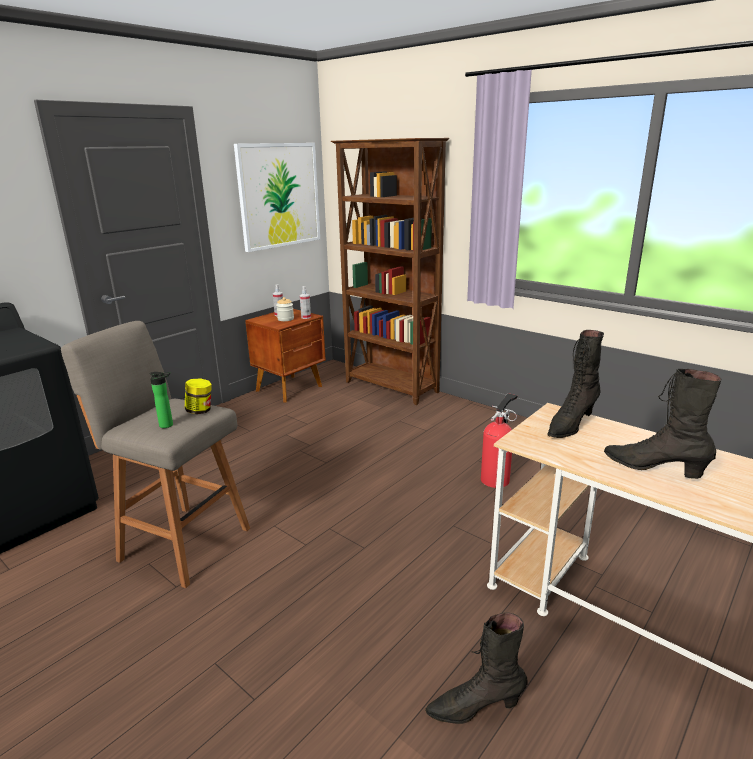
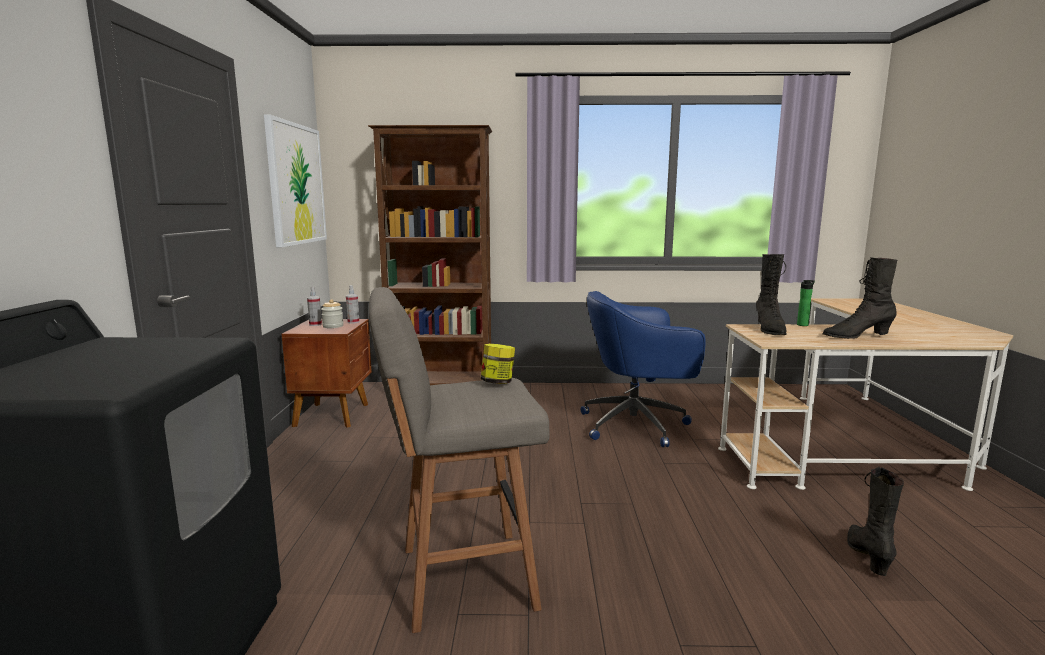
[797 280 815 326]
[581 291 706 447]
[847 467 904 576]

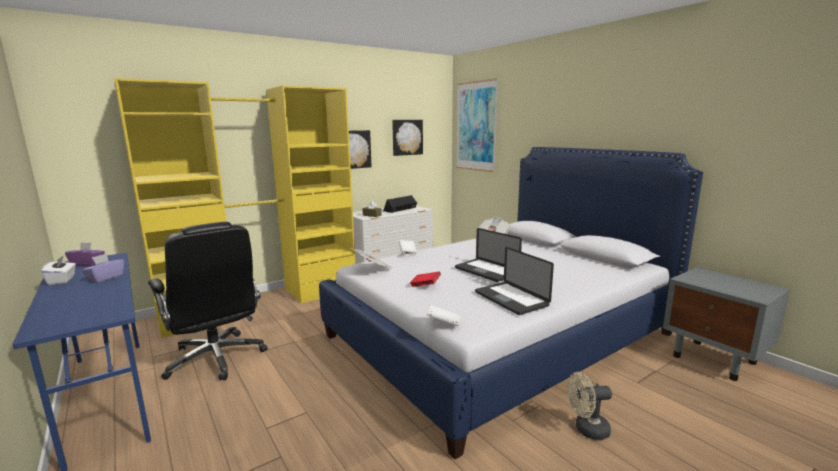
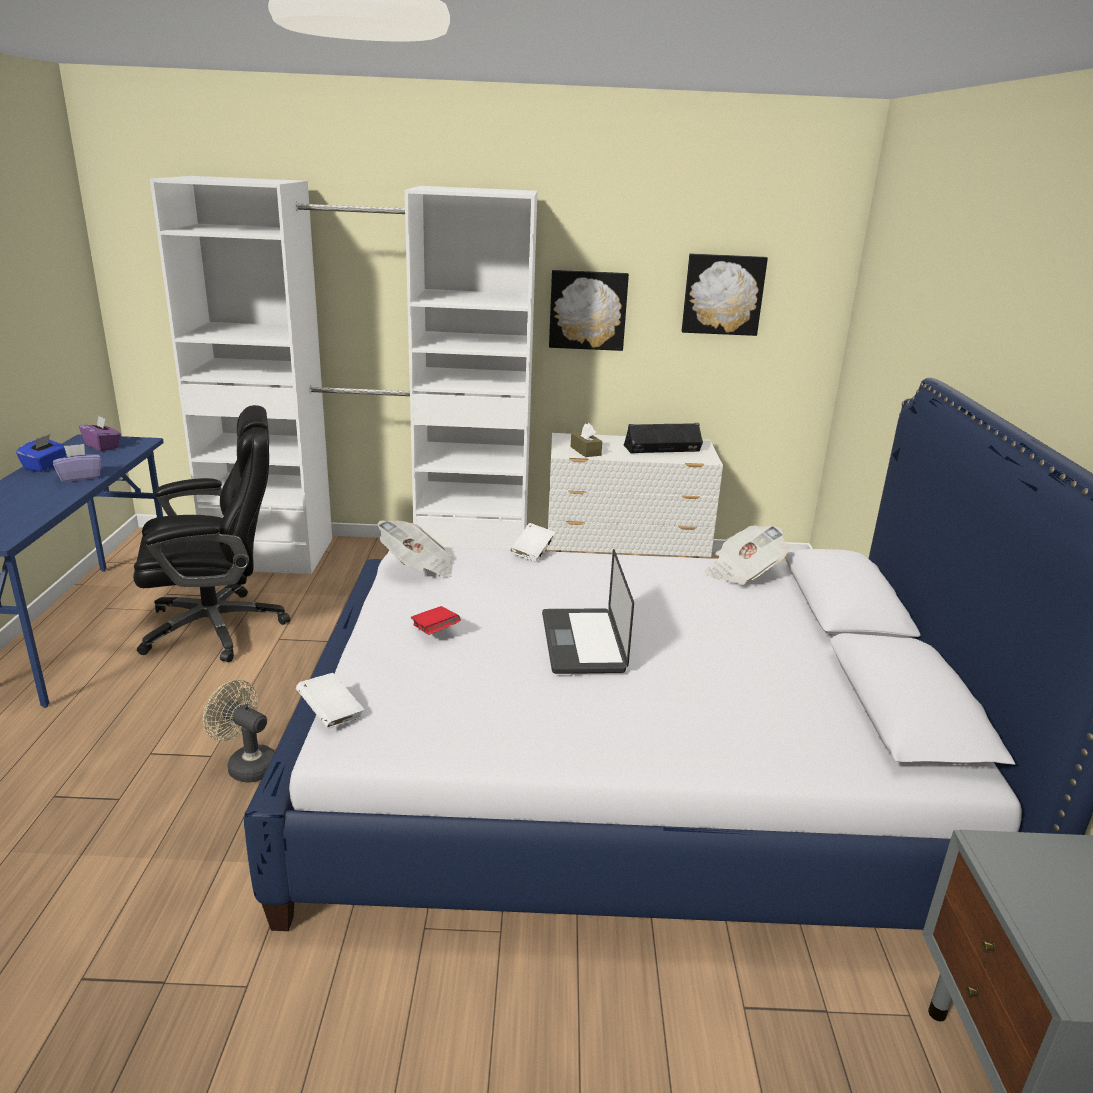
[150 176 538 574]
[456 78 499 172] (first image)
[133 405 291 663]
[475 247 554 315] (first image)
[16 434 66 472]
[203 680 275 783]

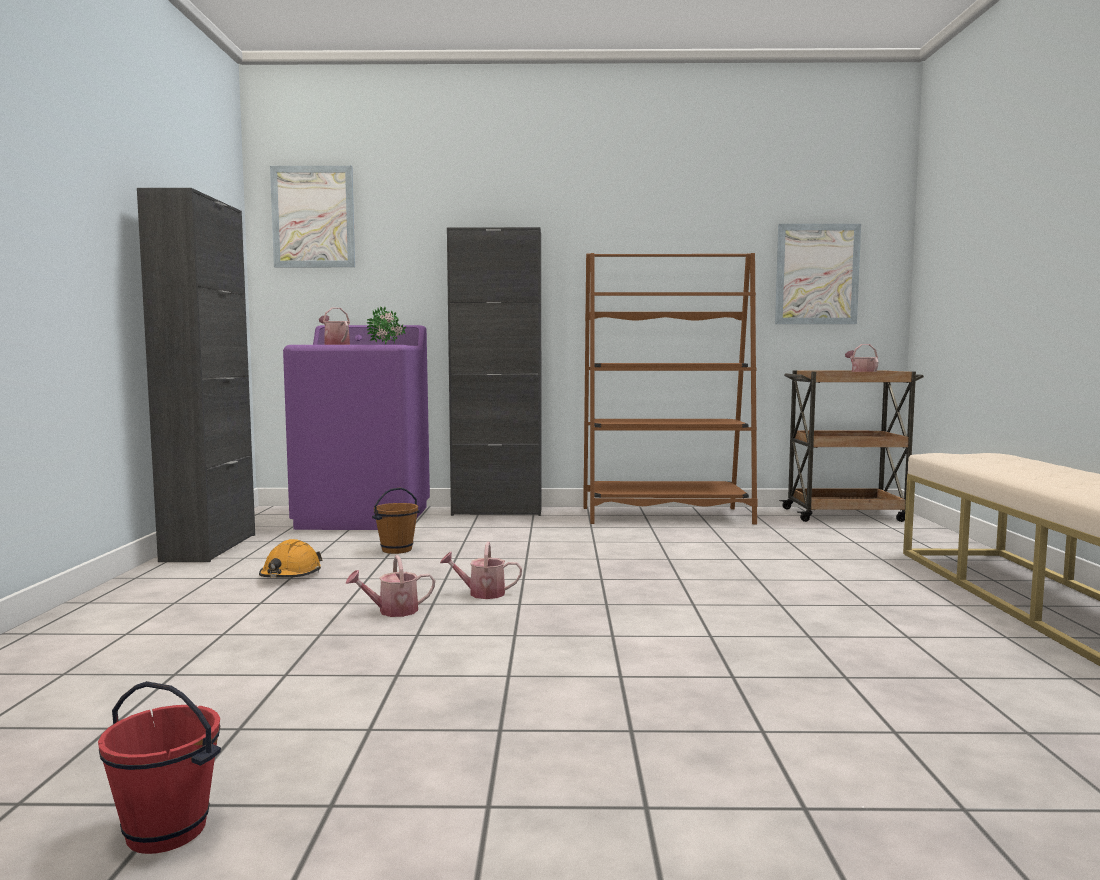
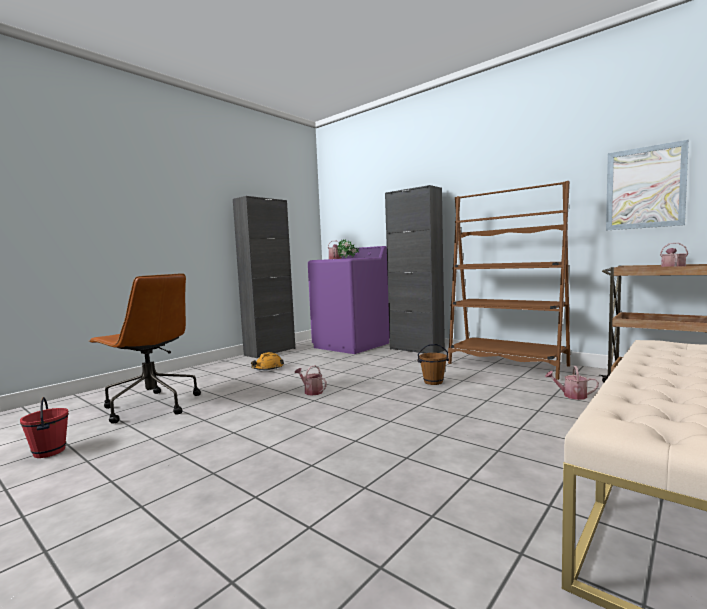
[270 166 355 267] (first image)
[417 344 449 385]
[545 366 599 400]
[88 273 201 424]

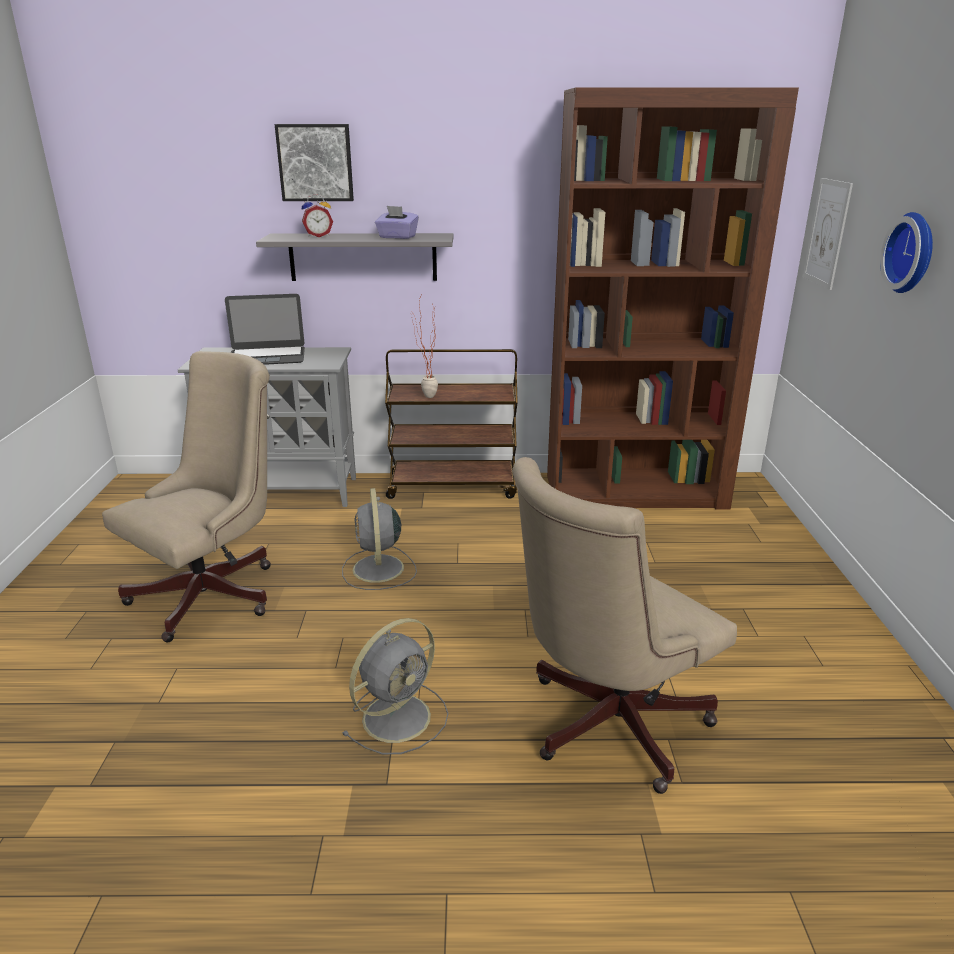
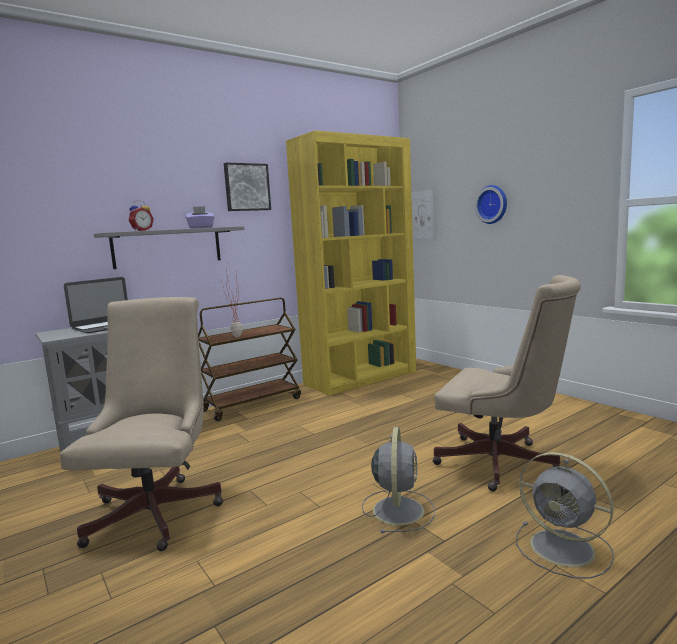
[286 130 416 396]
[224 163 271 211]
[433 275 581 491]
[516 452 614 579]

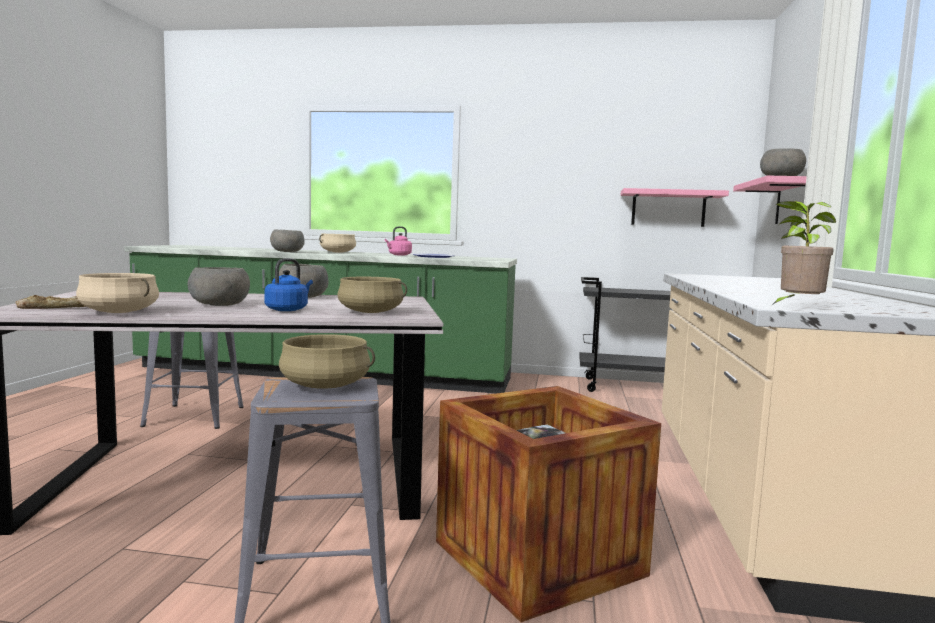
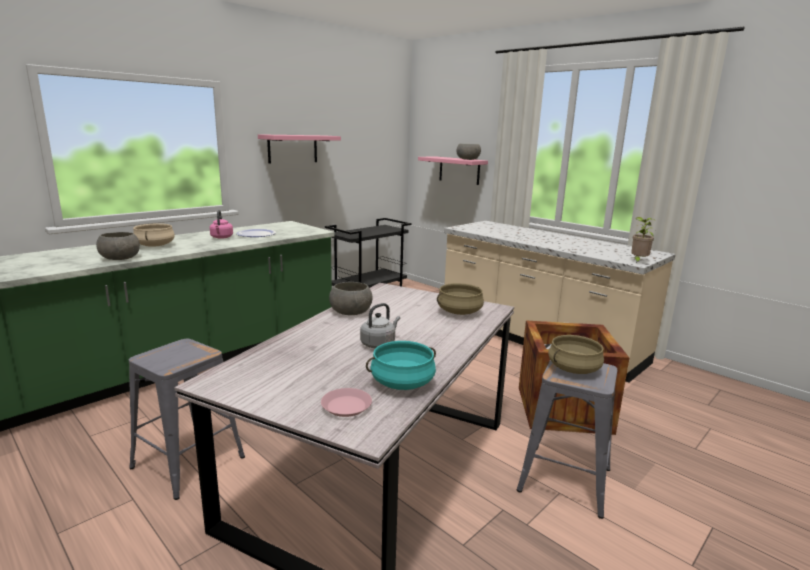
[258 134 341 164]
[264 258 313 311] (first image)
[360 303 400 349]
[366 341 436 390]
[321 388 372 417]

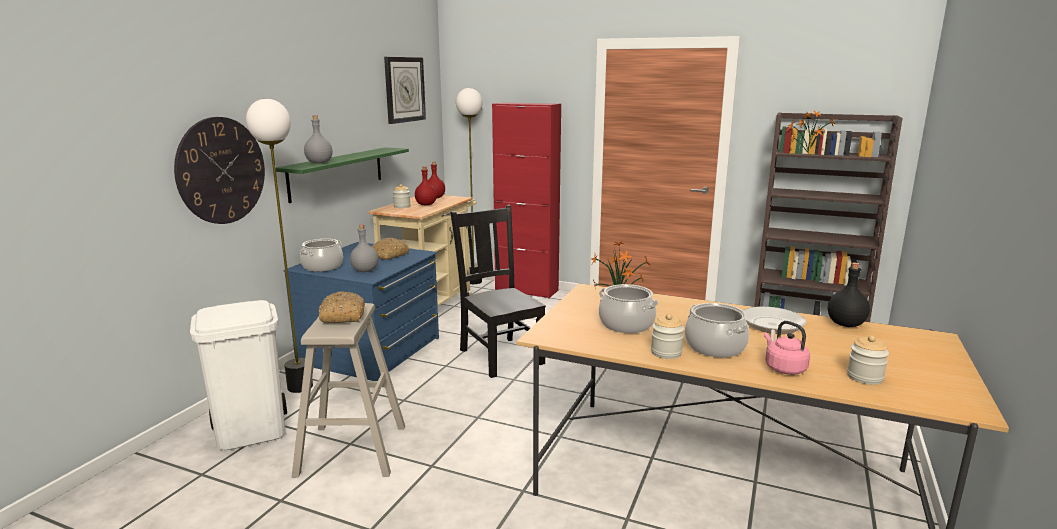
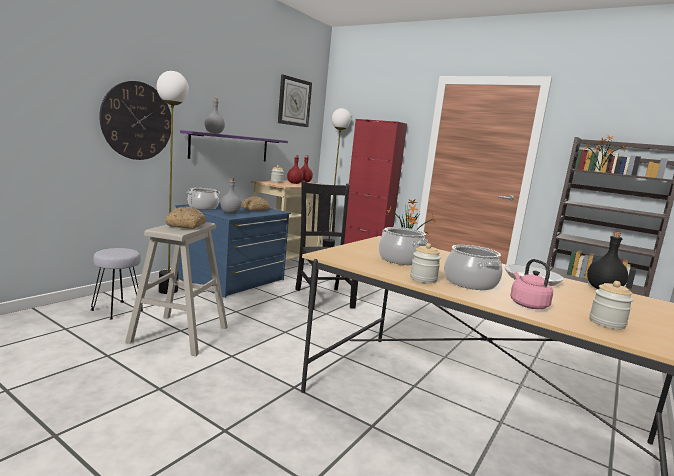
[180 130 288 161]
[91 248 143 320]

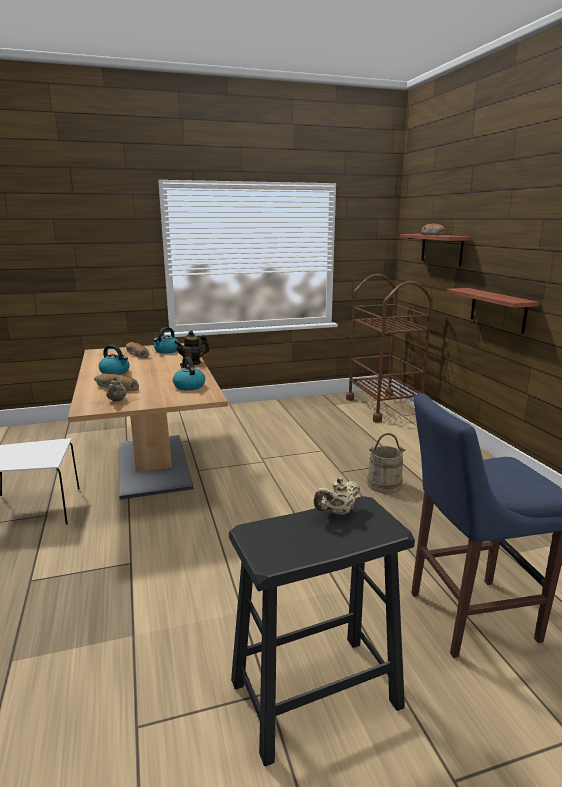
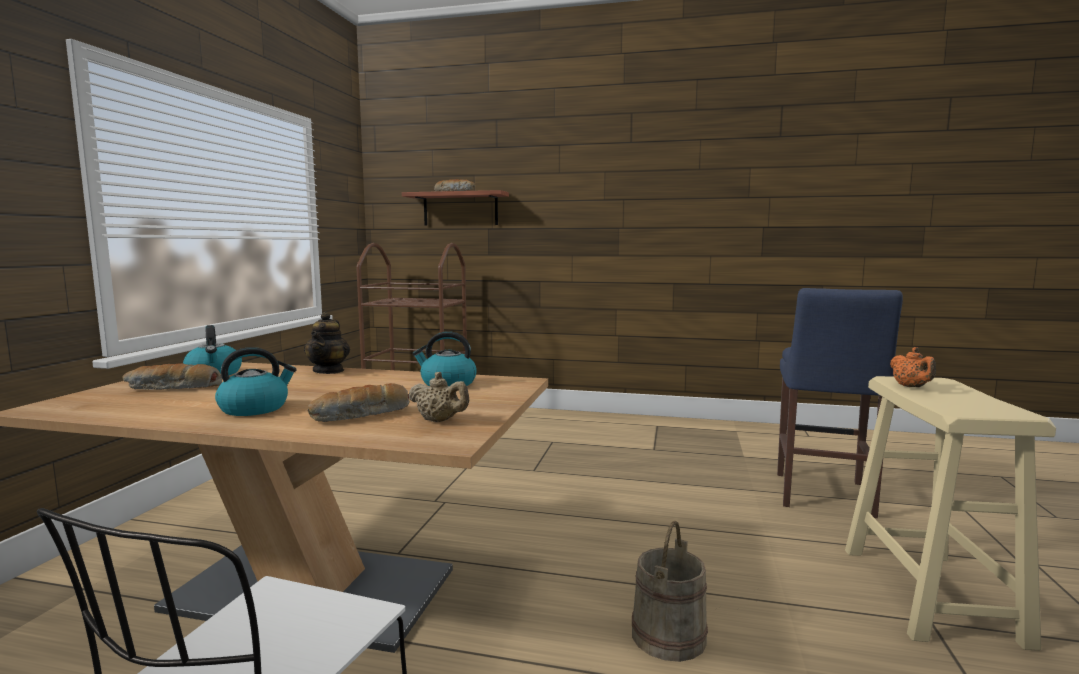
[446 288 539 334] (first image)
[632 521 708 662]
[890 347 936 387]
[845 376 1056 651]

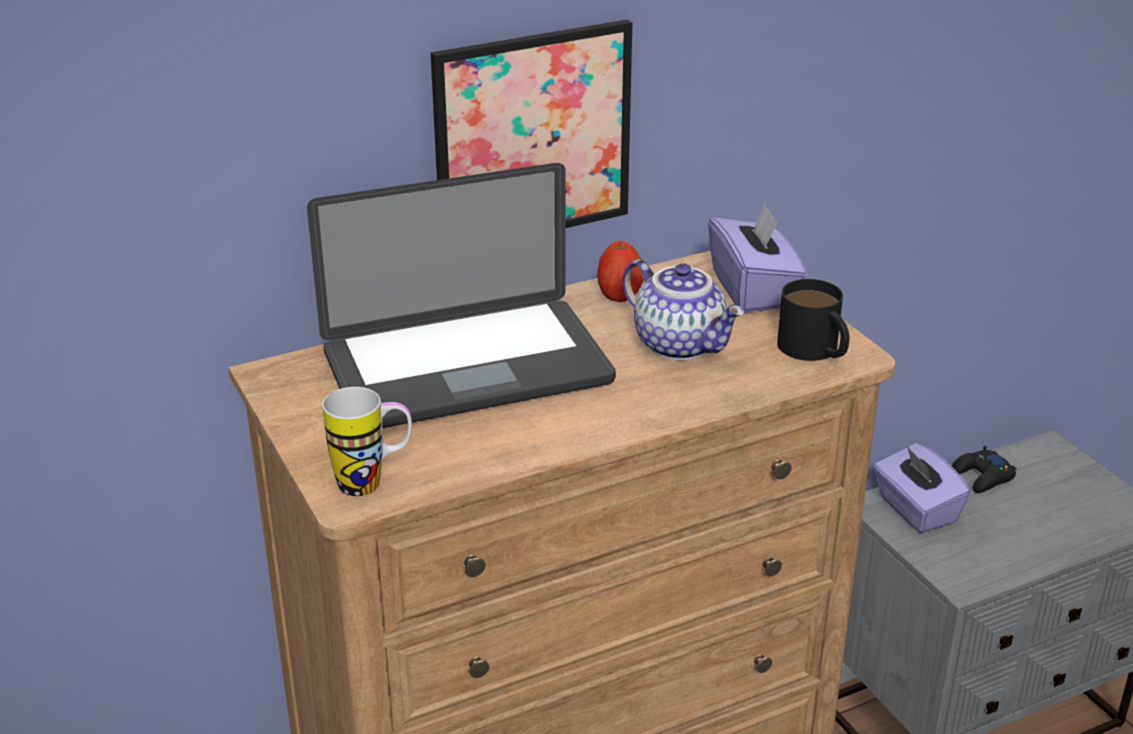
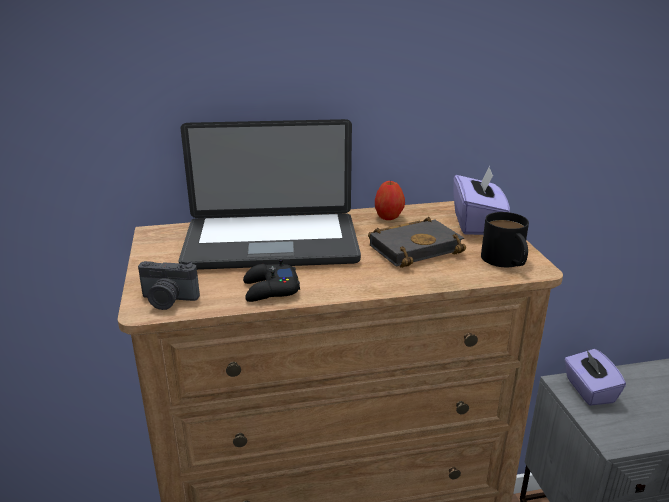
[431 19 632 228] (first image)
[368 217 466 268]
[138 260 200 310]
[243 259 300 302]

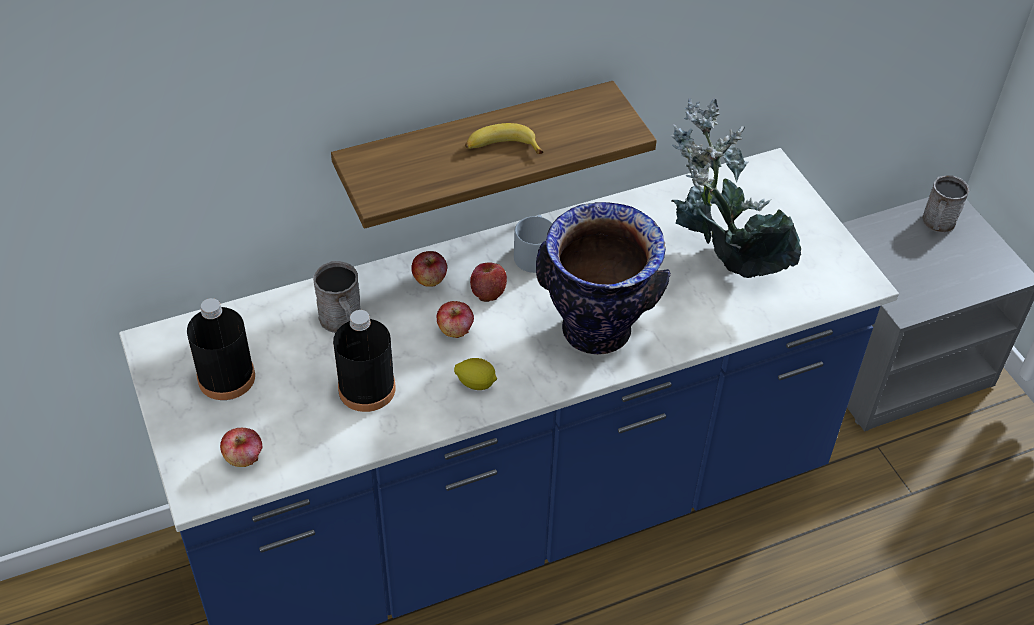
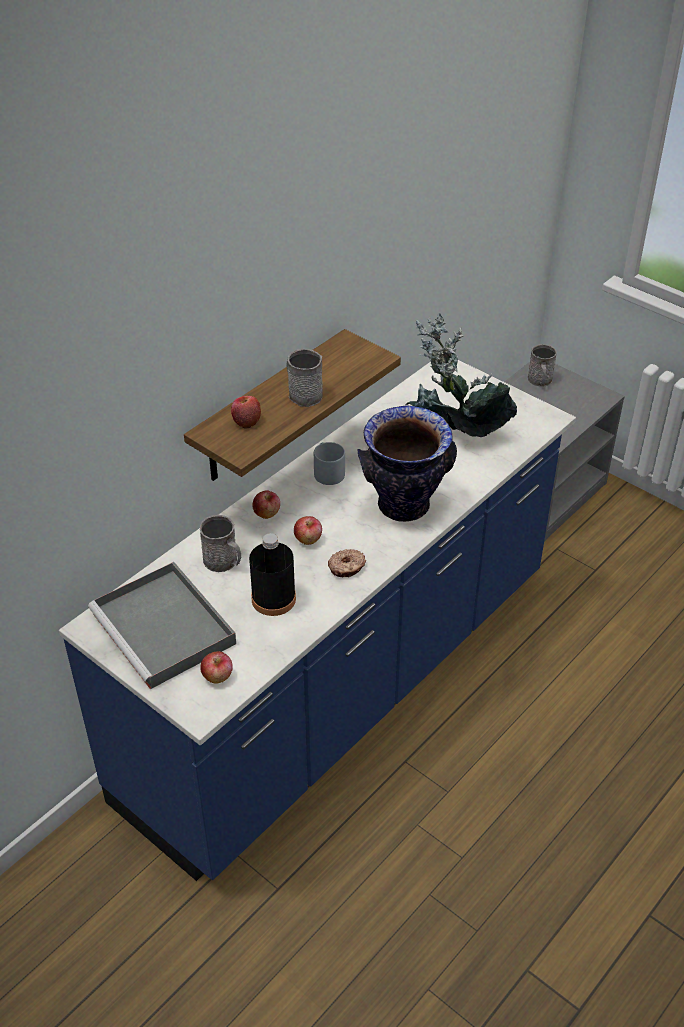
[287 349 323 407]
[231 396 261 429]
[88 562 236 689]
[328 549 366 577]

